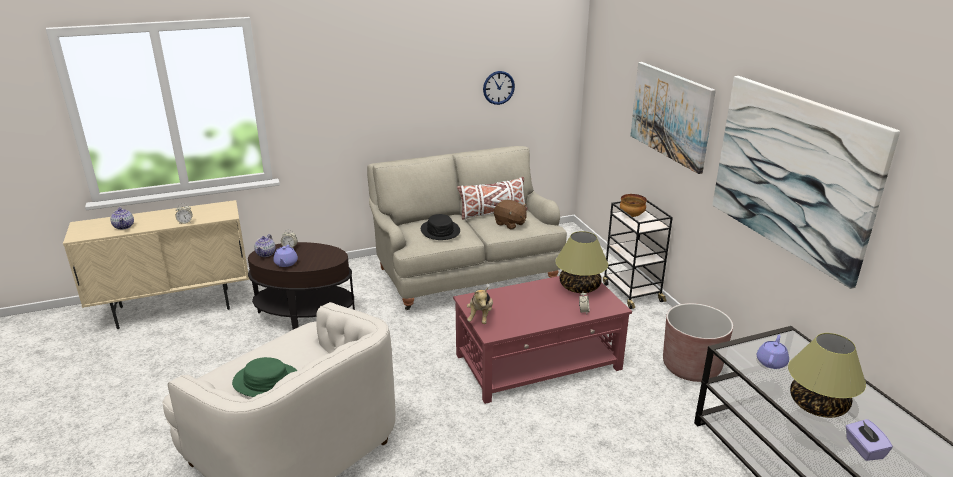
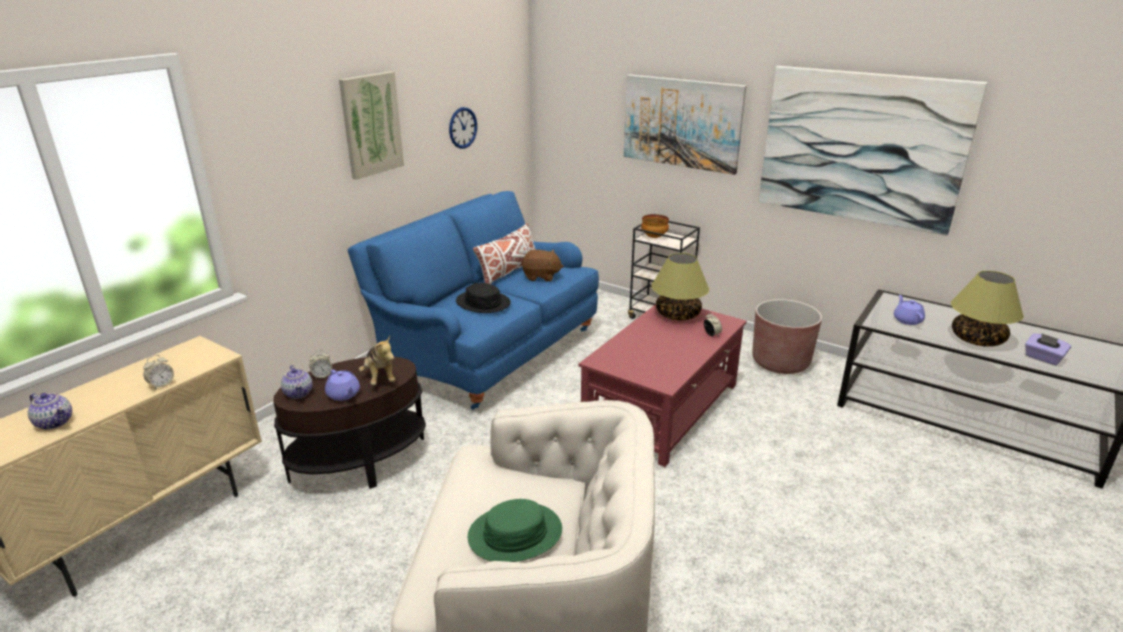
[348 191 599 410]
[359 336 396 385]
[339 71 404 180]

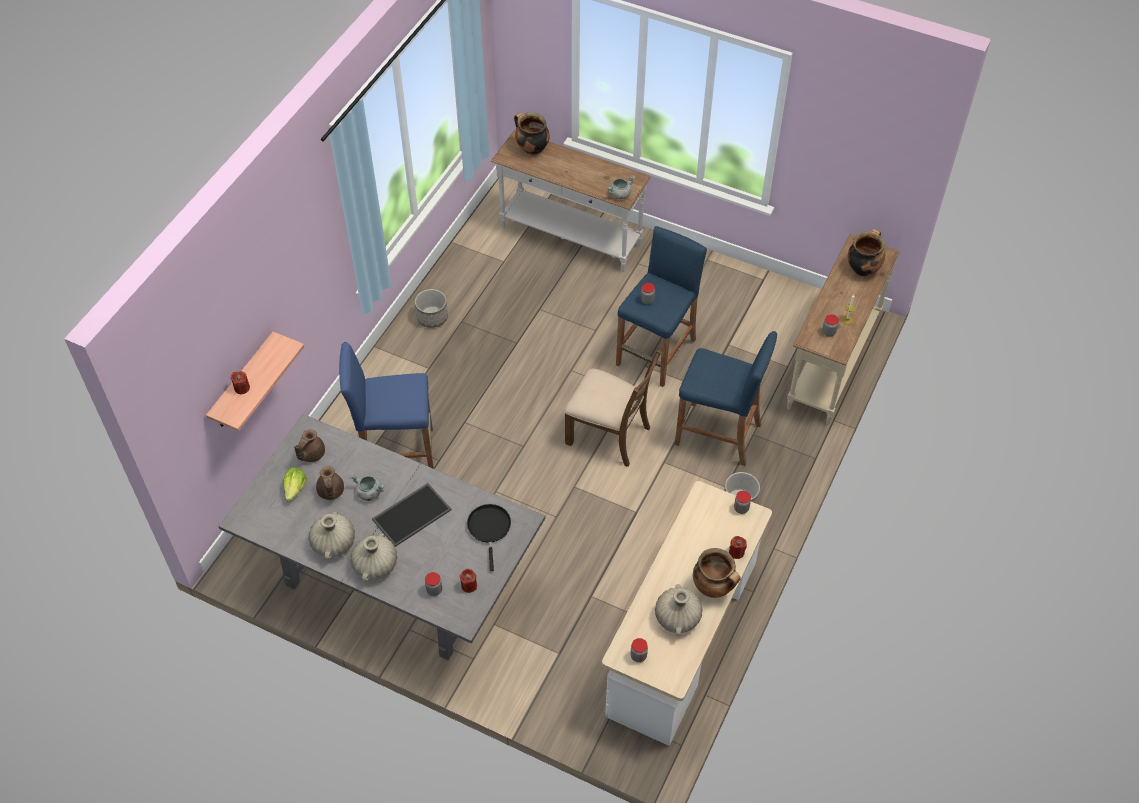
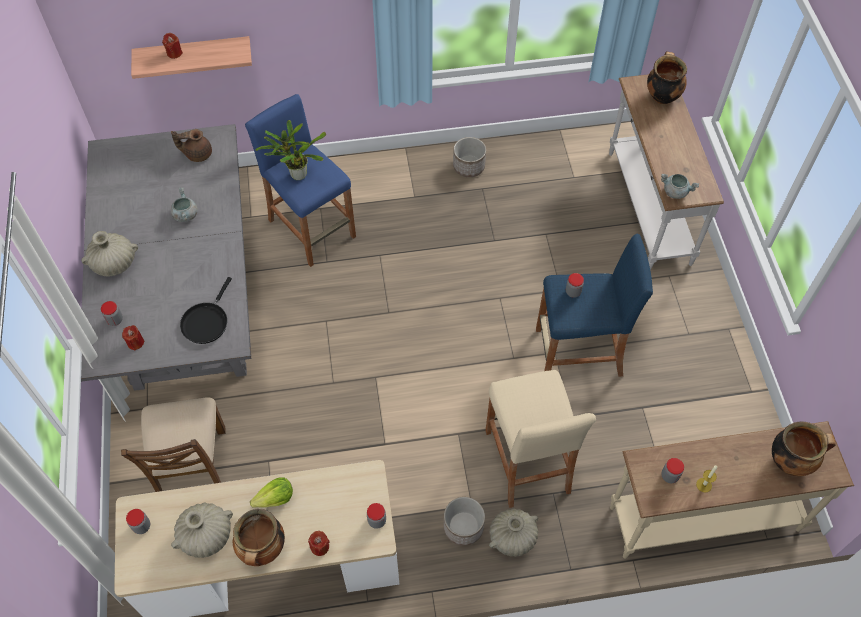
[485 370 596 508]
[121 397 226 492]
[316 466 344 500] (first image)
[250 478 293 508]
[372 483 451 547] (first image)
[180 277 232 344]
[489 508 538 557]
[255 120 326 180]

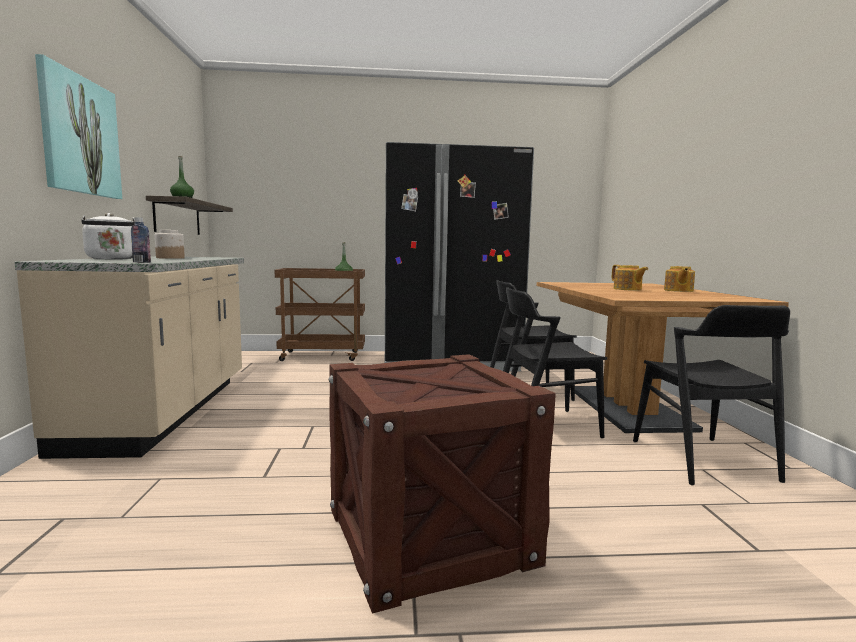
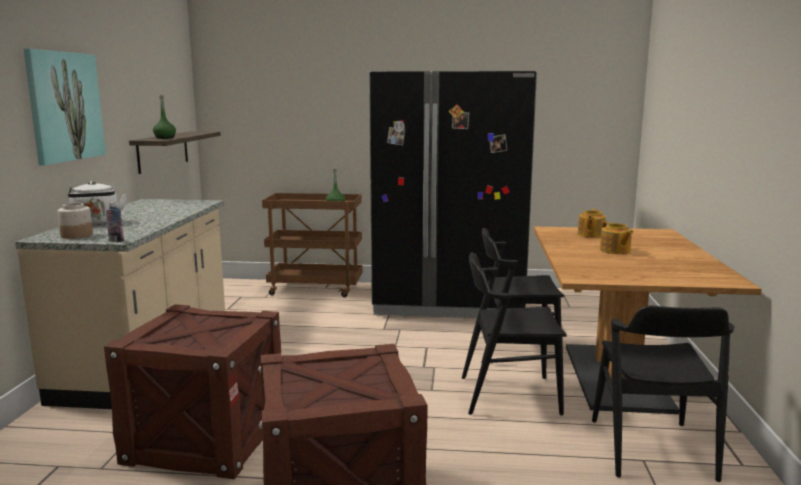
[57 203 93 239]
[578 209 606 238]
[104 304 281 479]

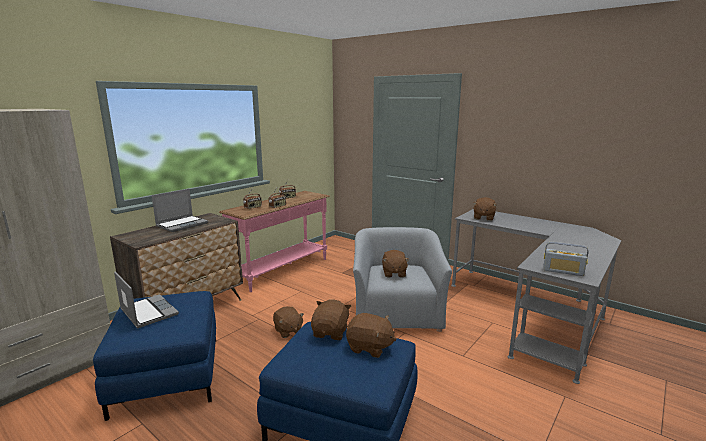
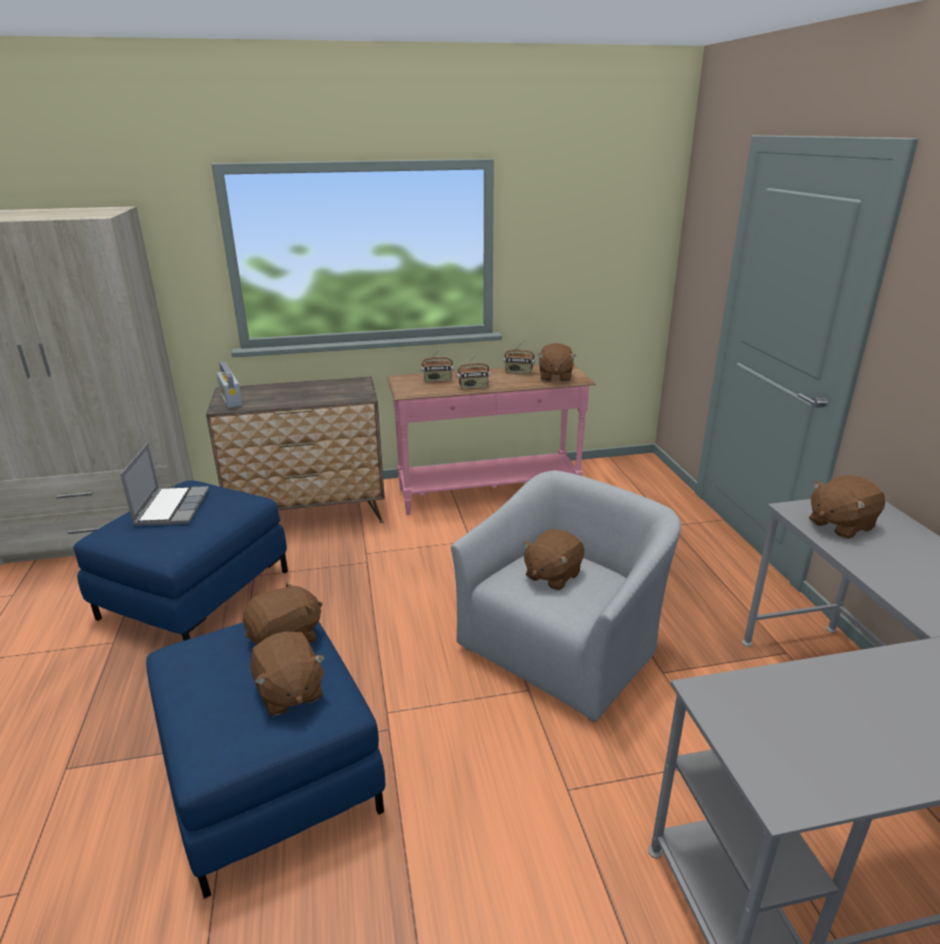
[152 189 208 232] (first image)
[217 362 242 408]
[538 343 576 382]

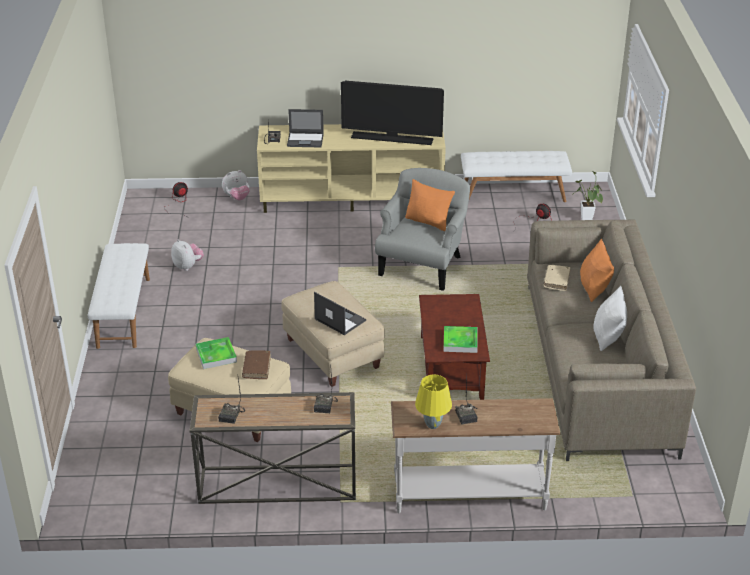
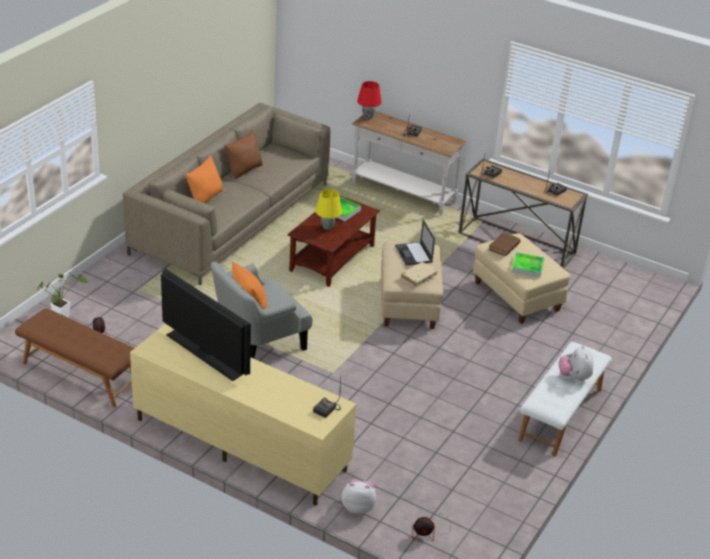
[287 109 324 147] (first image)
[15 308 135 408]
[559 345 594 381]
[401 262 437 286]
[224 130 263 179]
[315 189 342 230]
[357 81 381 119]

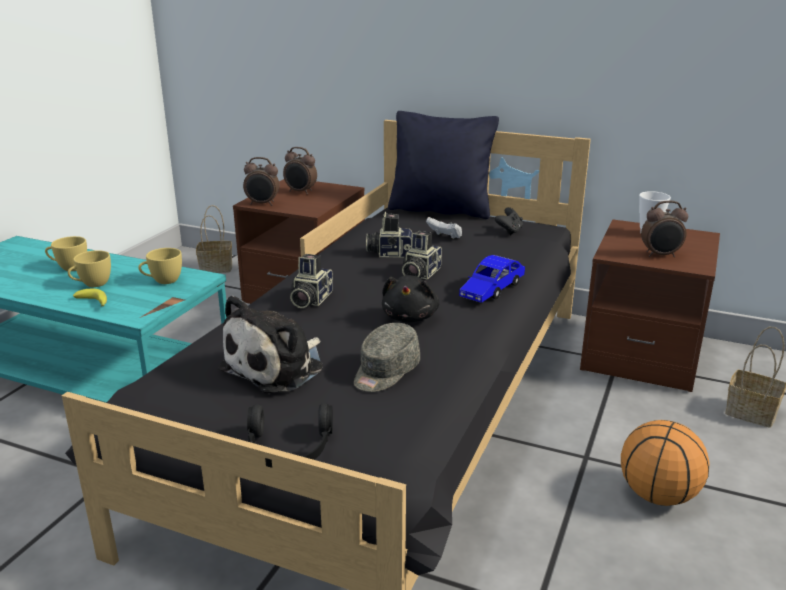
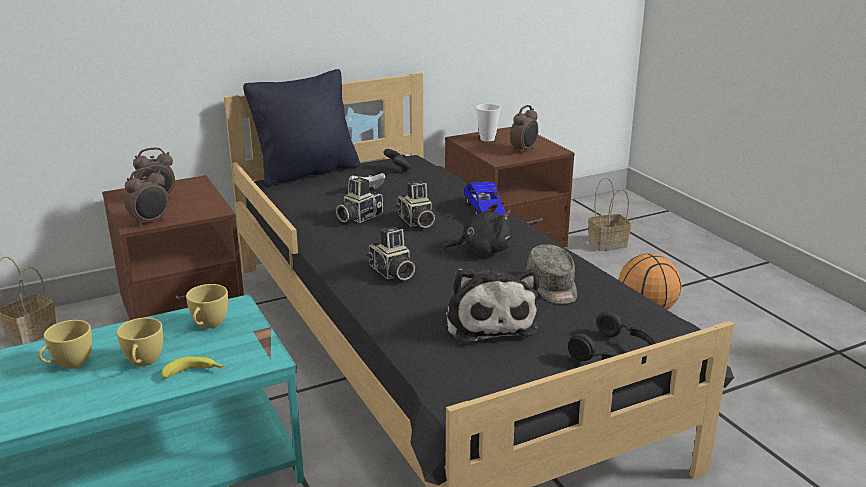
[443 203 512 255]

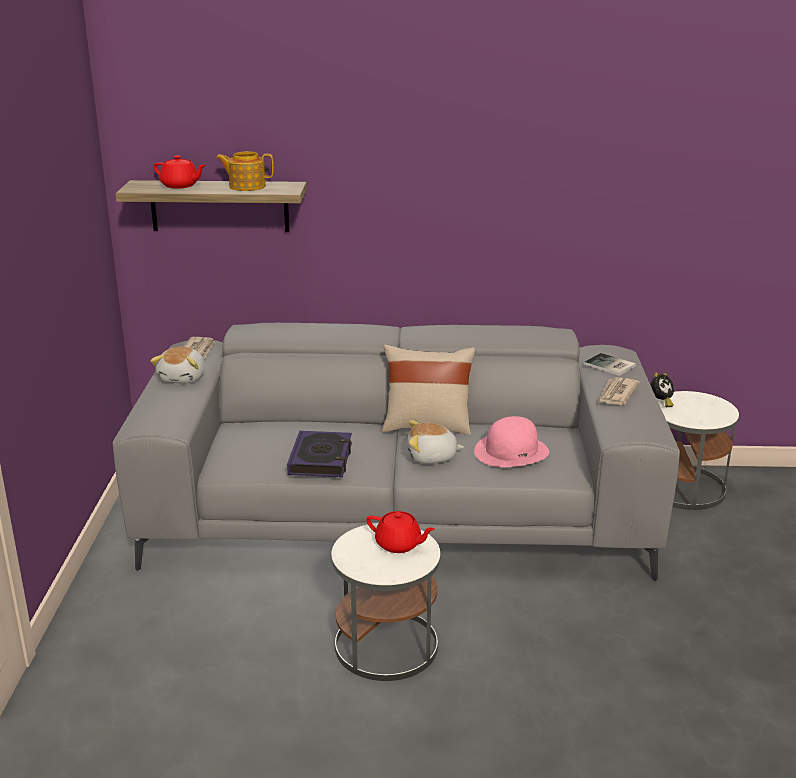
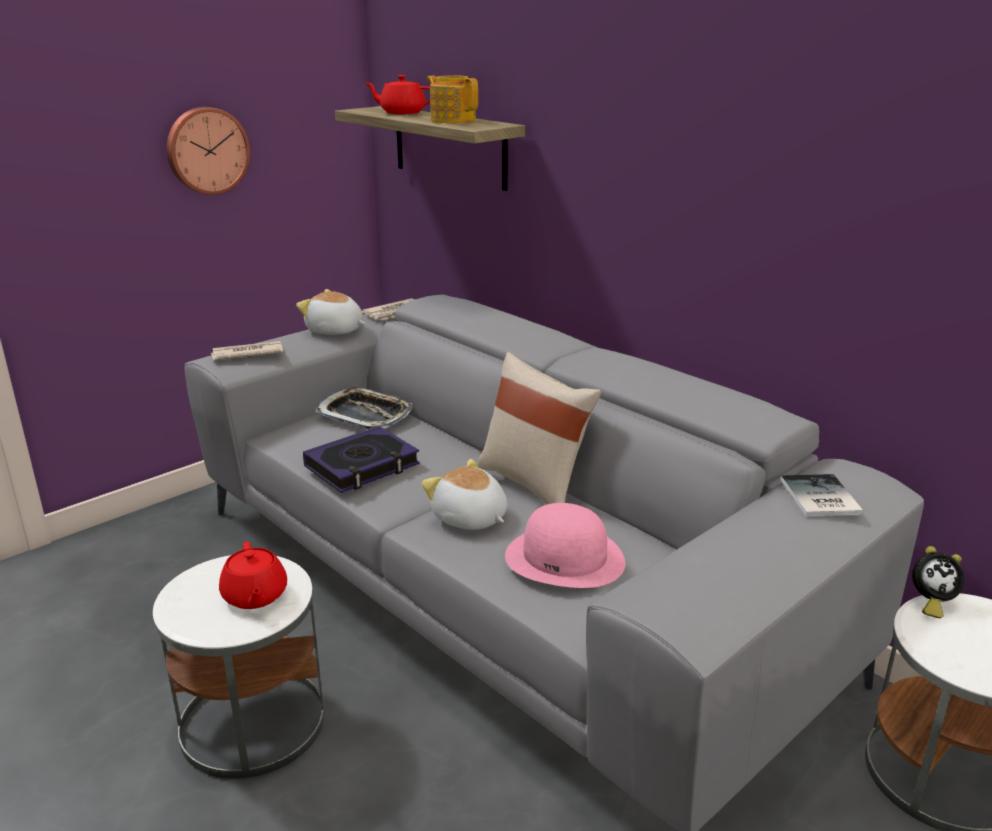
[365 75 430 114]
[296 289 365 335]
[211 341 283 360]
[167 107 250 195]
[315 387 412 429]

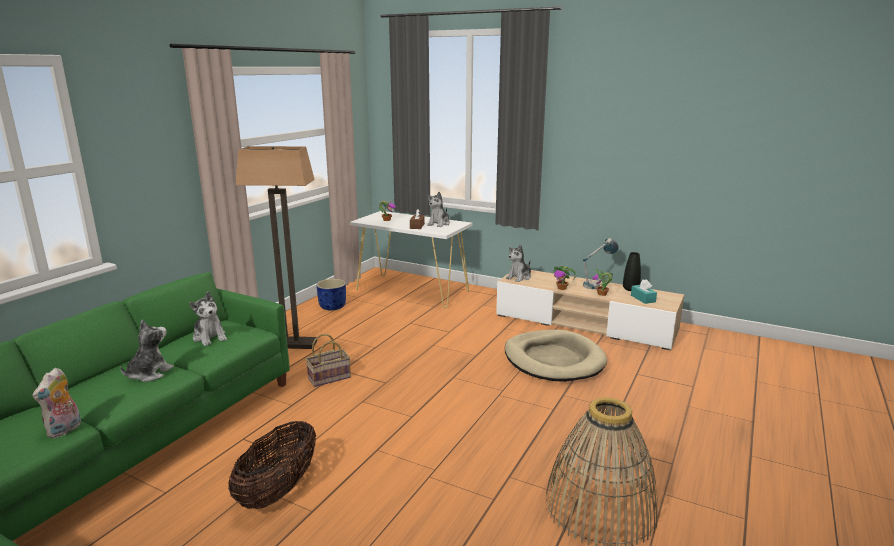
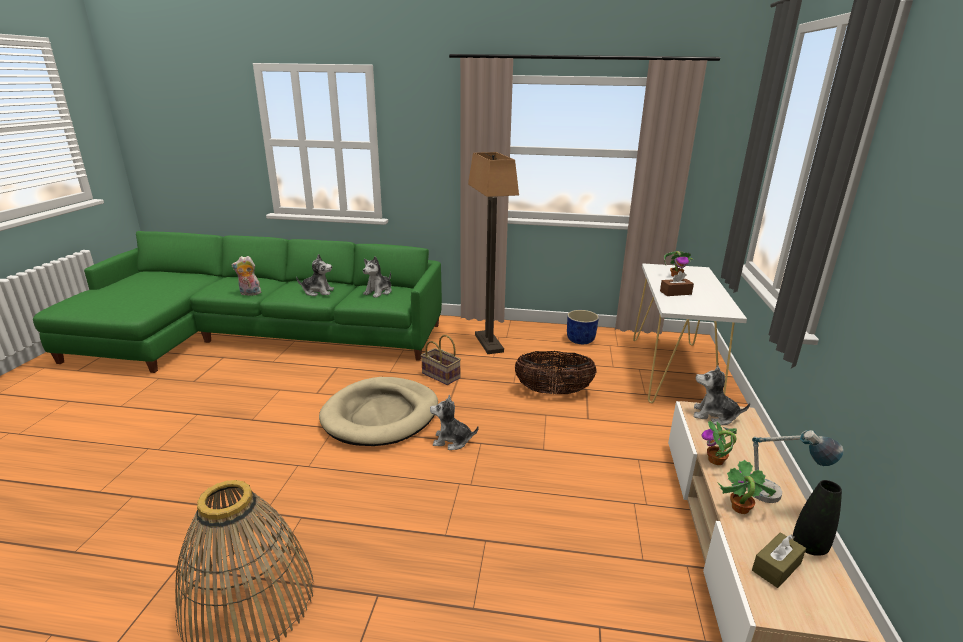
[430 395 479 450]
[752 532 806 588]
[319 377 438 446]
[515 351 597 394]

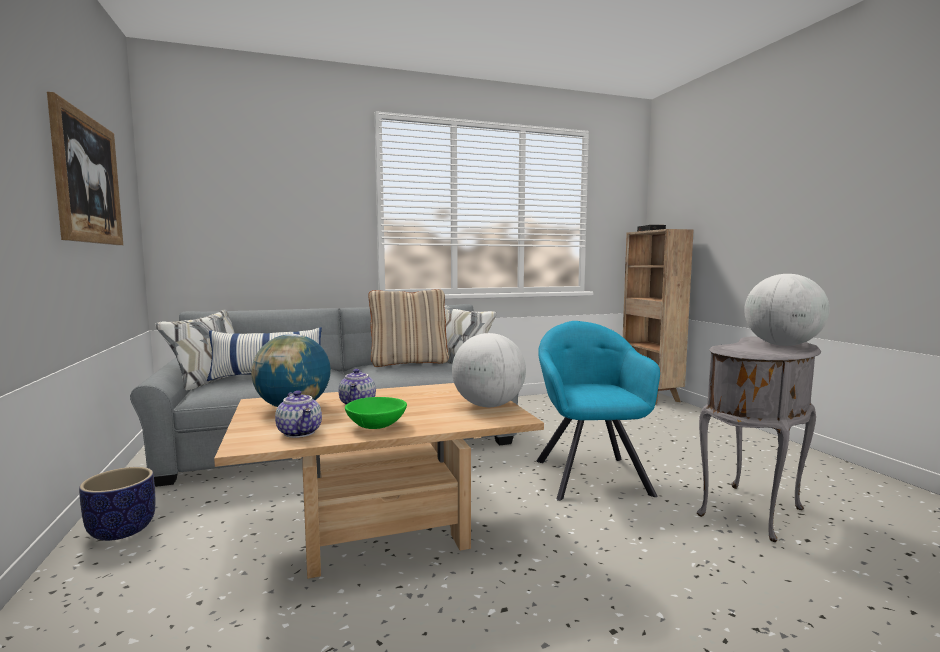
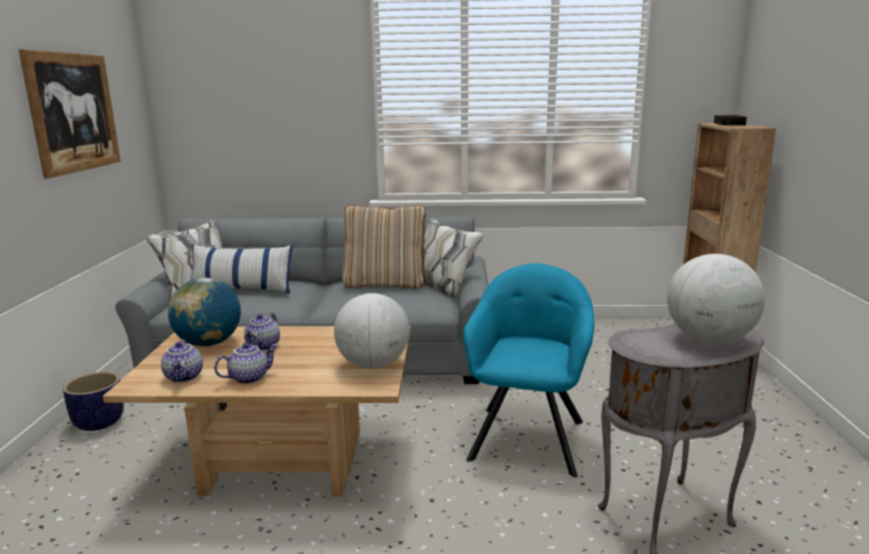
[214 342 278 384]

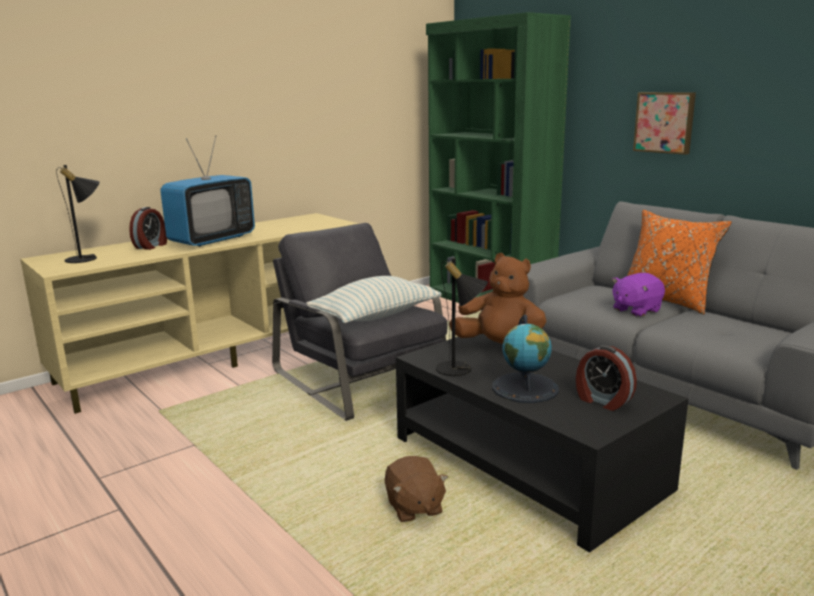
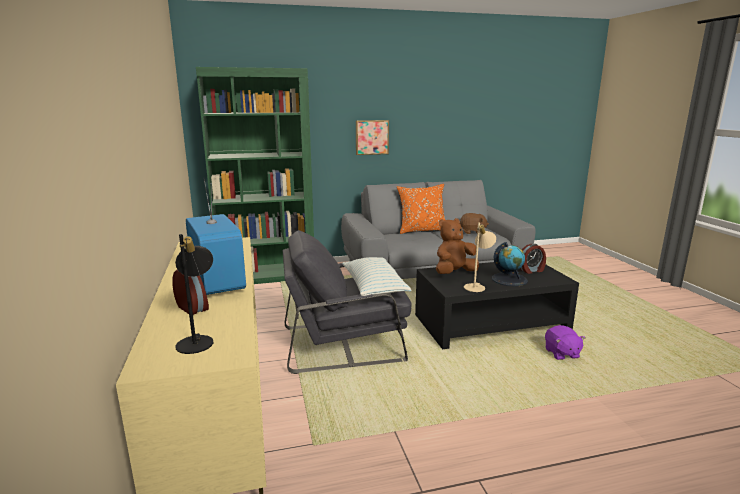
[464 223 496 292]
[545 325 585 360]
[460 213 489 234]

